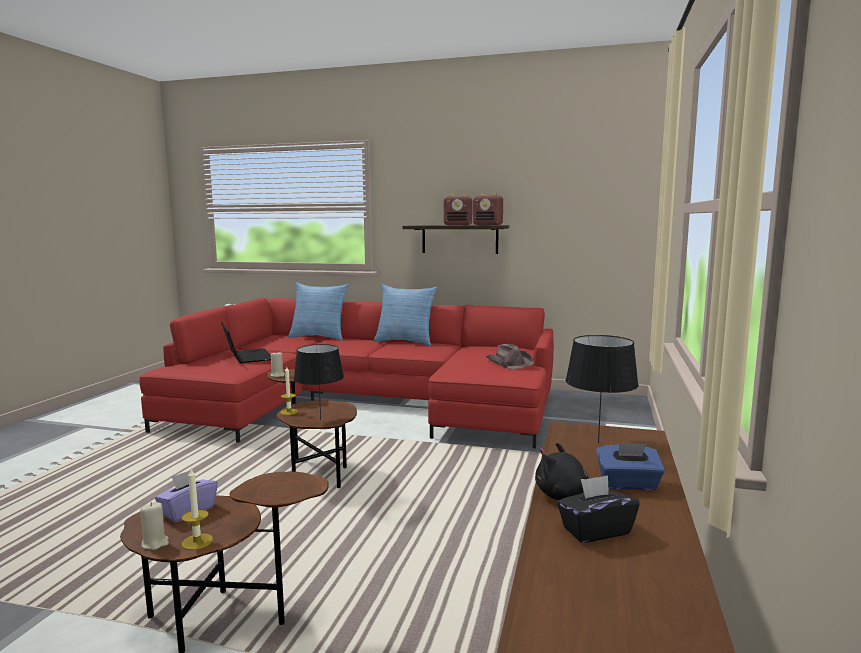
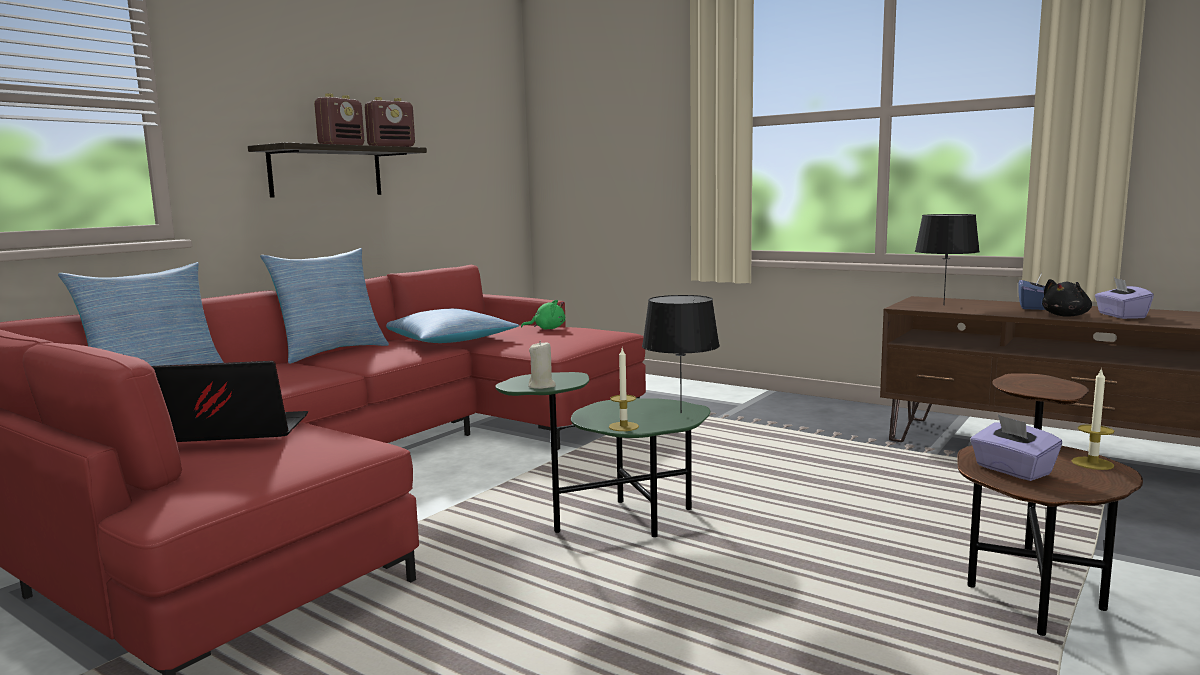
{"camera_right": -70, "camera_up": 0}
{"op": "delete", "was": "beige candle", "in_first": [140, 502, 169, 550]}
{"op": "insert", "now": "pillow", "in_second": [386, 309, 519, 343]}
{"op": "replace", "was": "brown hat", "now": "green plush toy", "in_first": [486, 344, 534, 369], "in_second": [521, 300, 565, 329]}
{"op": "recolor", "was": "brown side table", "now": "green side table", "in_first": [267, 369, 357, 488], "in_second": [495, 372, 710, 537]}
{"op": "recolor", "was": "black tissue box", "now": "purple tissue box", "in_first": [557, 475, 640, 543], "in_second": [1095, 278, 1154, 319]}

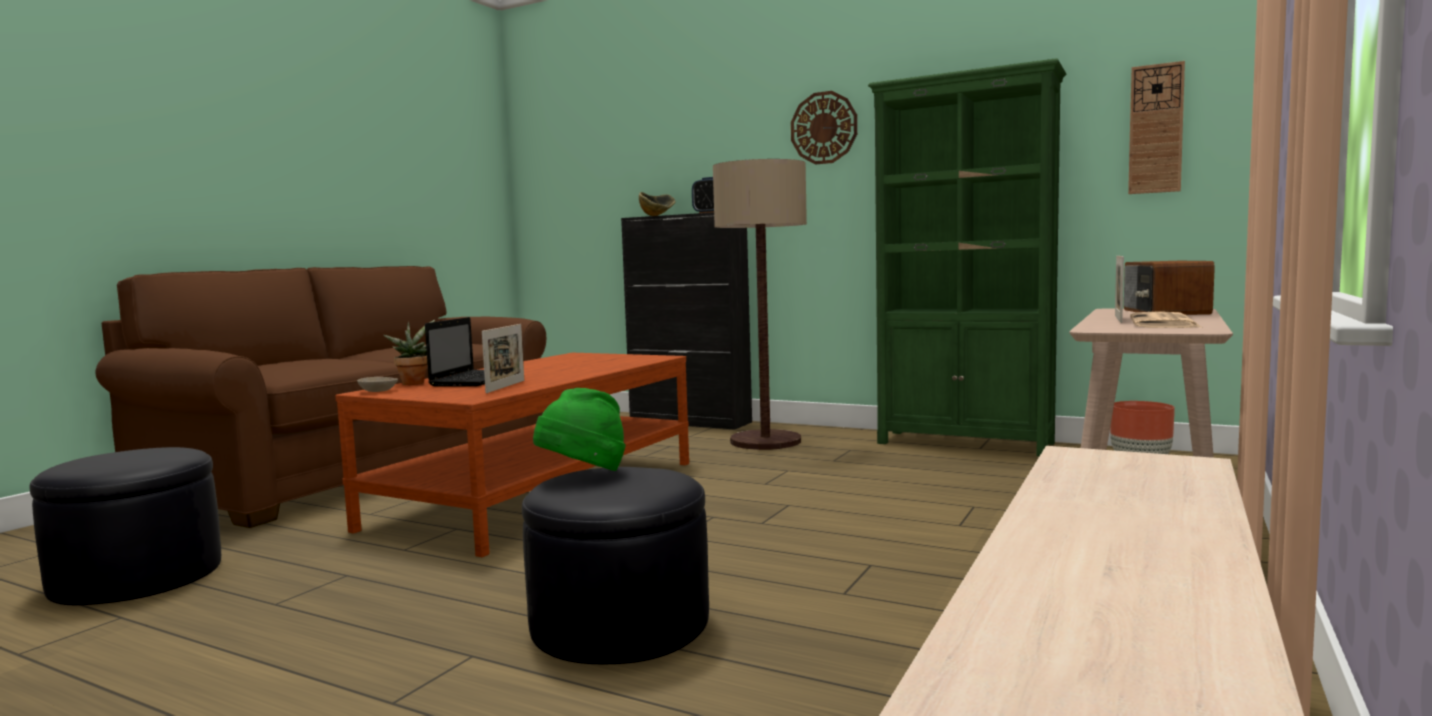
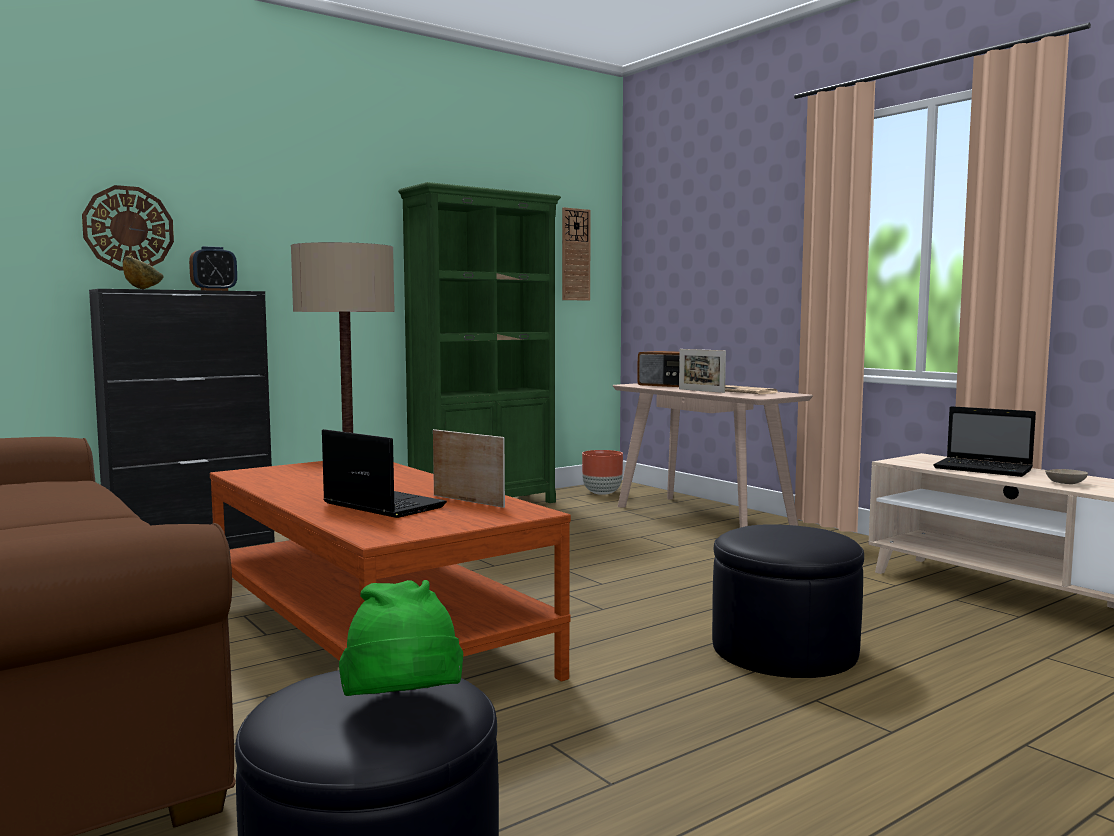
{"camera_right": -65, "camera_up": 0}
{"op": "delete", "was": "potted plant", "in_first": [383, 320, 435, 385]}
{"op": "insert", "now": "laptop", "in_second": [933, 406, 1036, 477]}
{"op": "move", "was": "beige bowl", "in_first": [357, 377, 398, 392], "in_second": [1045, 469, 1088, 484]}
{"op": "move", "was": "green hat", "in_first": [533, 388, 626, 471], "in_second": [339, 580, 463, 696]}
{"op": "move", "was": "wall clock", "in_first": [791, 91, 857, 165], "in_second": [82, 185, 174, 271]}

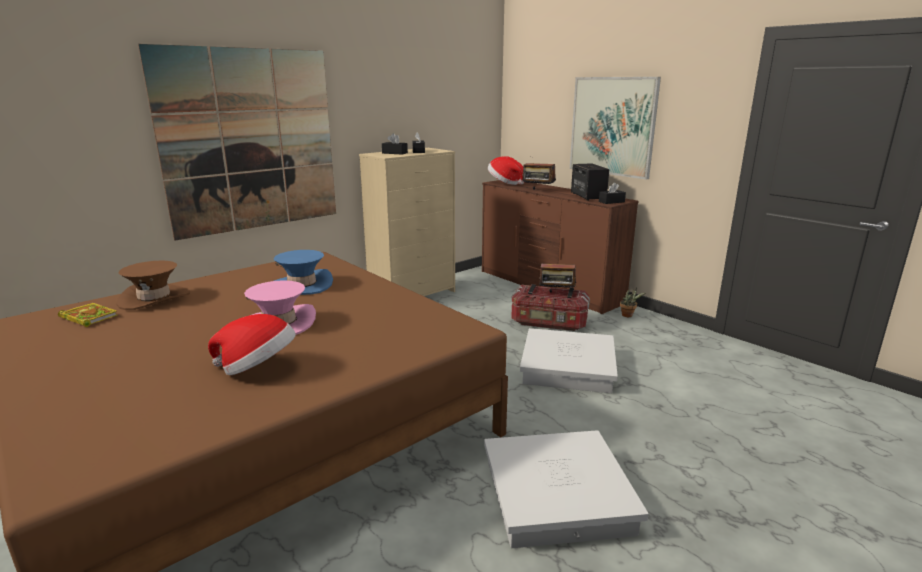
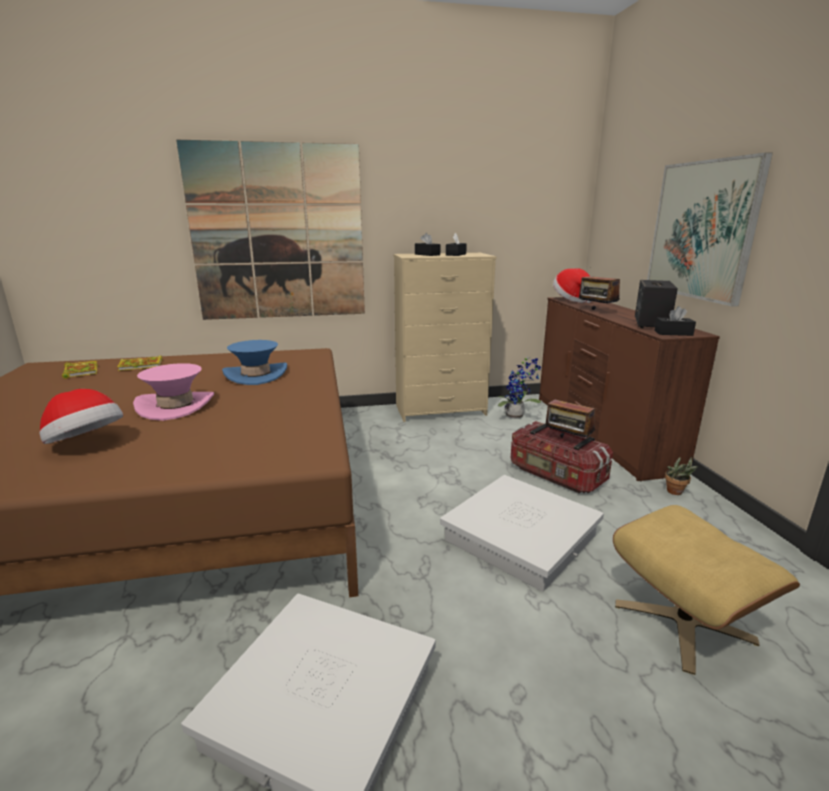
{"camera_right": 30, "camera_up": 0}
{"op": "insert", "now": "potted plant", "in_second": [498, 357, 541, 419]}
{"op": "insert", "now": "beige ottoman", "in_second": [613, 505, 800, 675]}
{"op": "replace", "was": "brown hat", "now": "book", "in_first": [116, 261, 190, 310], "in_second": [118, 356, 162, 371]}

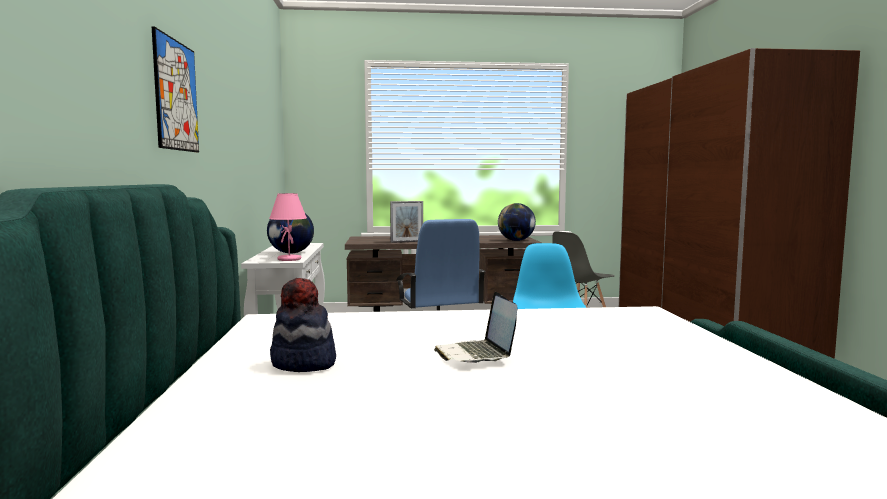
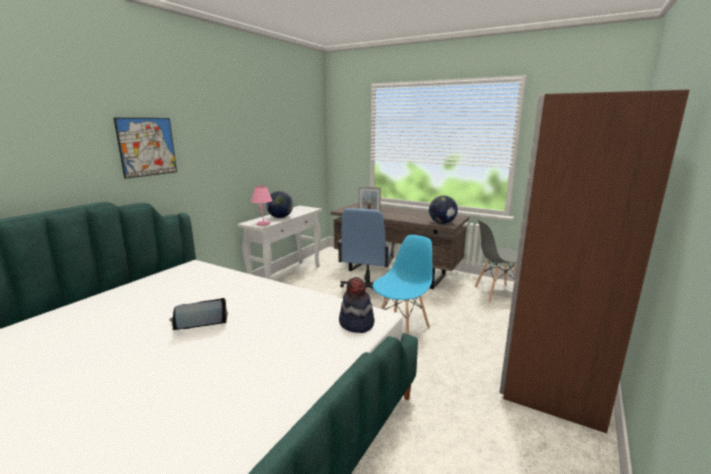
{"camera_right": 35, "camera_up": 10}
{"op": "move", "was": "hat", "in_first": [270, 278, 336, 372], "in_second": [339, 277, 374, 333]}
{"op": "rotate", "was": "laptop", "in_first": [434, 292, 518, 363], "in_second": [169, 298, 228, 330], "clockwise": 45}

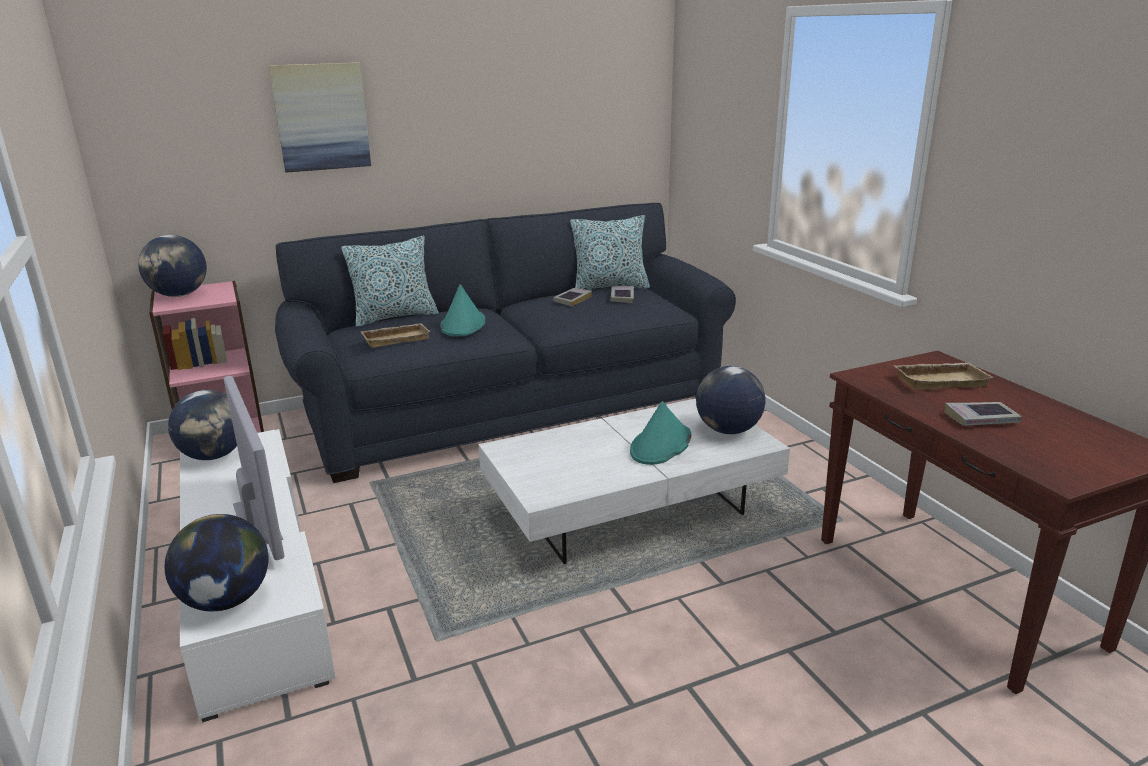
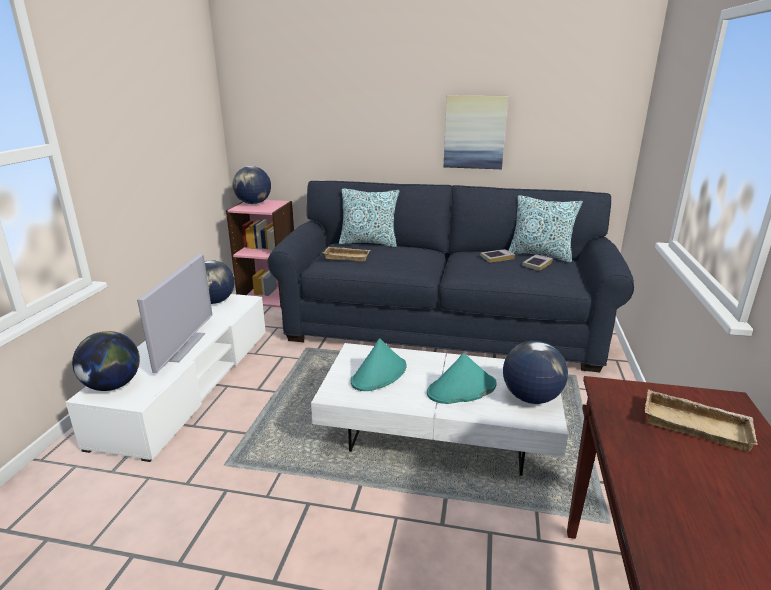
{"camera_right": 35, "camera_up": 0}
{"op": "delete", "was": "book", "in_first": [944, 402, 1022, 426]}
{"op": "move", "was": "picture", "in_first": [269, 62, 371, 173], "in_second": [444, 95, 508, 169]}
{"op": "move", "was": "turquoise hat", "in_first": [440, 284, 485, 336], "in_second": [351, 338, 407, 391]}

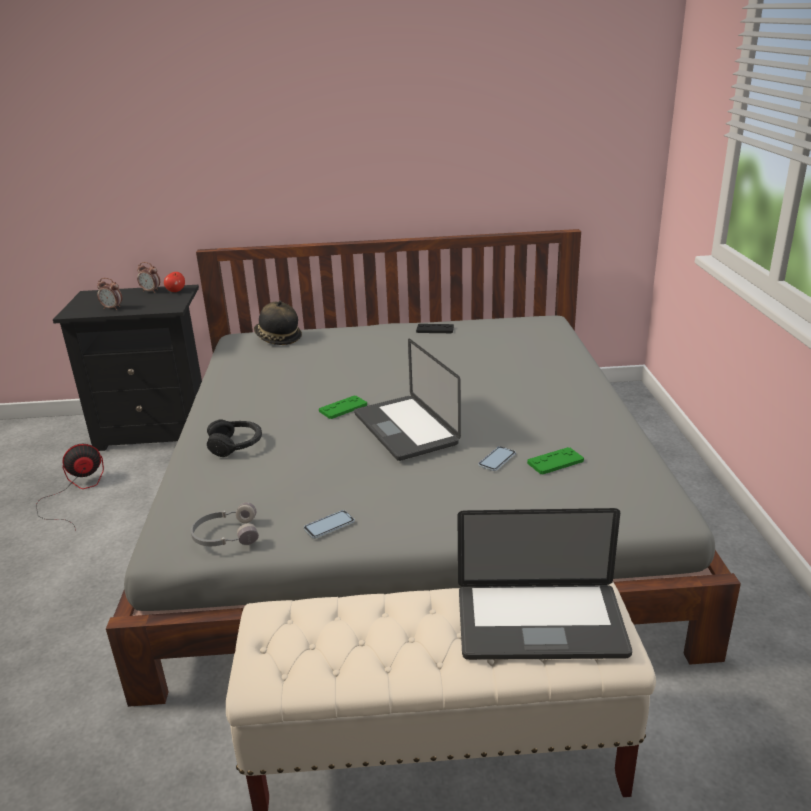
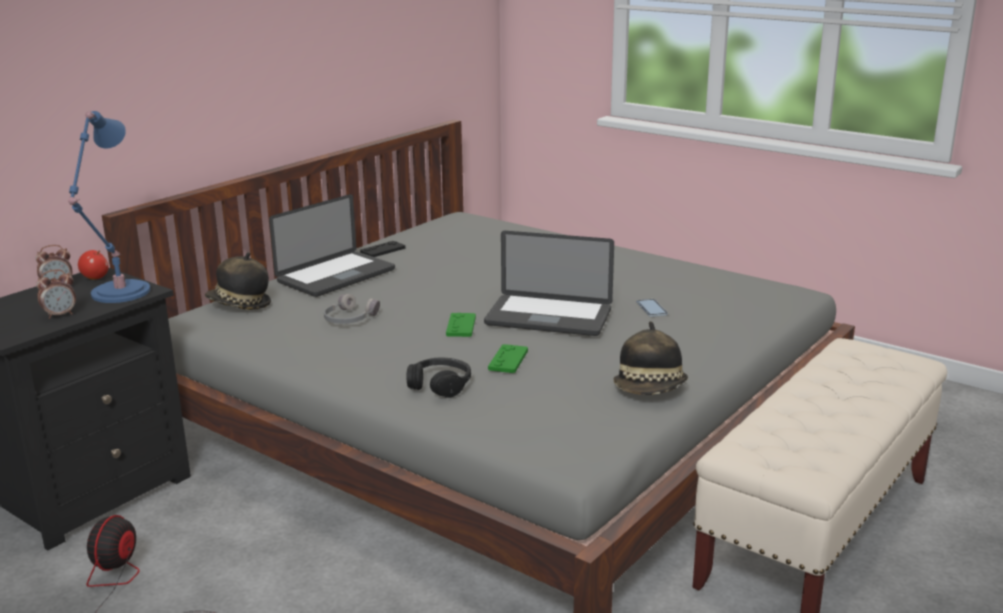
{"camera_right": -50, "camera_up": -5}
{"op": "insert", "now": "blue table lamp", "in_second": [68, 111, 150, 303]}
{"op": "move", "was": "grey headphones", "in_first": [191, 502, 259, 546], "in_second": [324, 294, 380, 324]}
{"op": "move", "was": "laptop", "in_first": [457, 508, 632, 660], "in_second": [269, 194, 395, 297]}
{"op": "move", "was": "green game controller", "in_first": [527, 447, 584, 475], "in_second": [488, 344, 528, 373]}
{"op": "replace", "was": "phone", "now": "hat", "in_first": [304, 510, 355, 539], "in_second": [614, 321, 688, 395]}

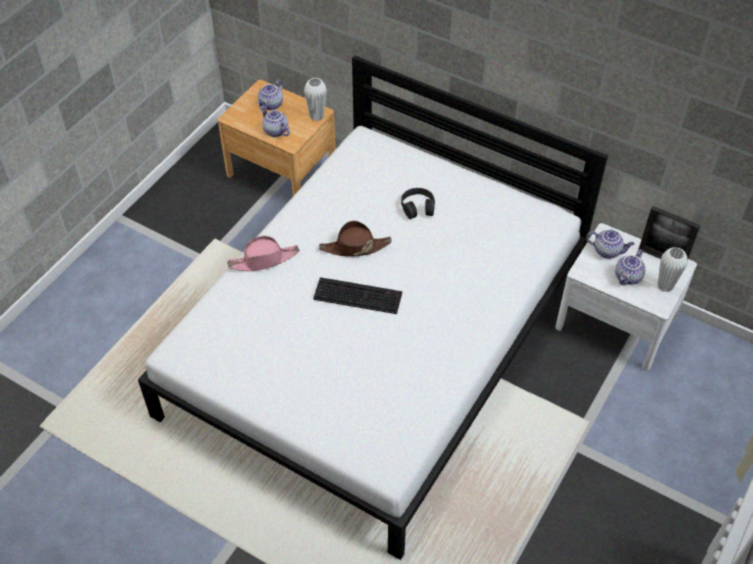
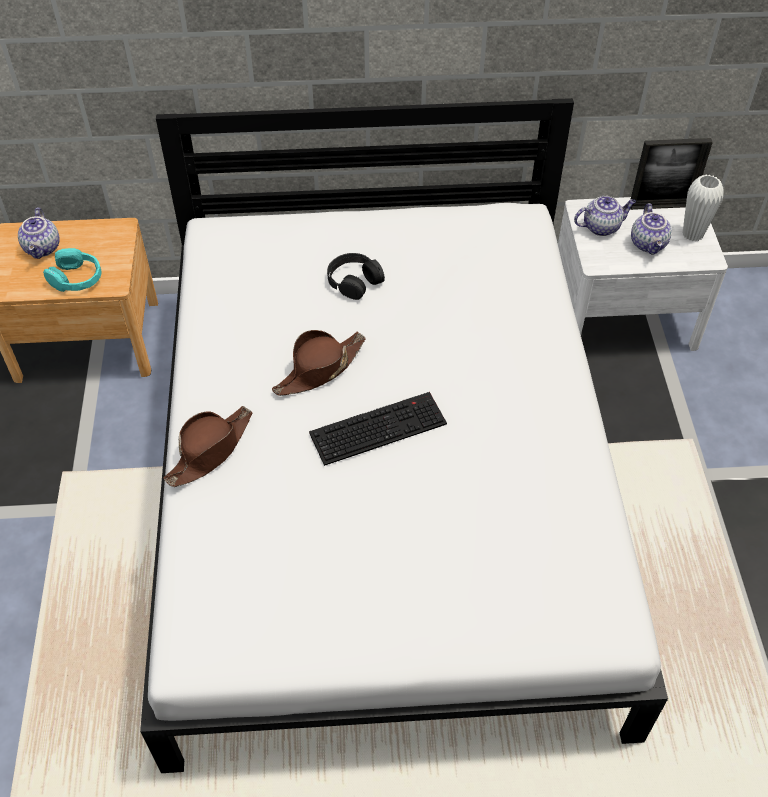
{"camera_right": -35, "camera_up": 0}
{"op": "delete", "was": "white vase", "in_first": [304, 78, 327, 121]}
{"op": "replace", "was": "teapot", "now": "turquoise headphones", "in_first": [260, 106, 290, 137], "in_second": [43, 248, 102, 292]}
{"op": "recolor", "was": "pink hat", "now": "brown hat", "in_first": [227, 236, 300, 271], "in_second": [163, 406, 252, 487]}

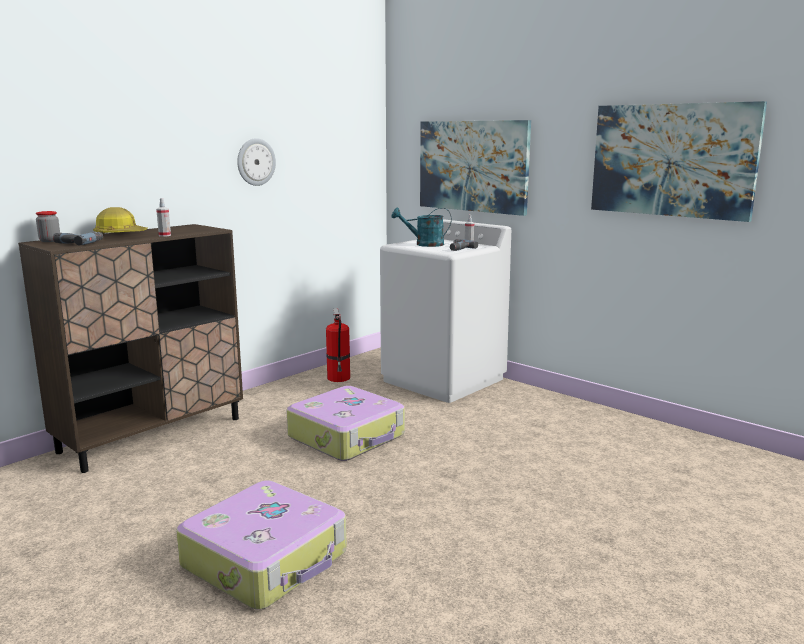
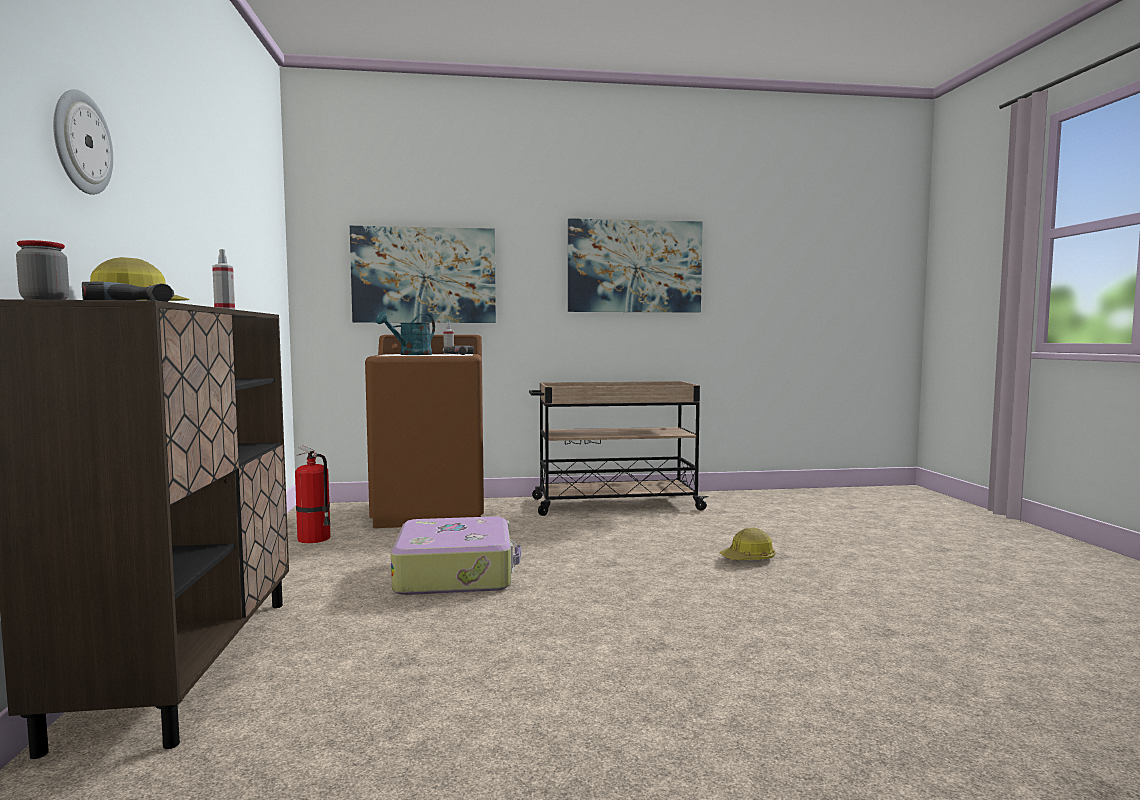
{"camera_right": -50, "camera_up": -10}
{"op": "delete", "was": "suitcase", "in_first": [176, 480, 347, 610]}
{"op": "insert", "now": "beige cart", "in_second": [529, 381, 709, 516]}
{"op": "insert", "now": "hard hat", "in_second": [720, 528, 776, 560]}
{"op": "move", "was": "wall clock", "in_first": [237, 138, 276, 186], "in_second": [53, 89, 113, 195]}
{"op": "recolor", "was": "white washing machine", "now": "brown washing machine", "in_first": [380, 219, 511, 403], "in_second": [365, 335, 484, 528]}

